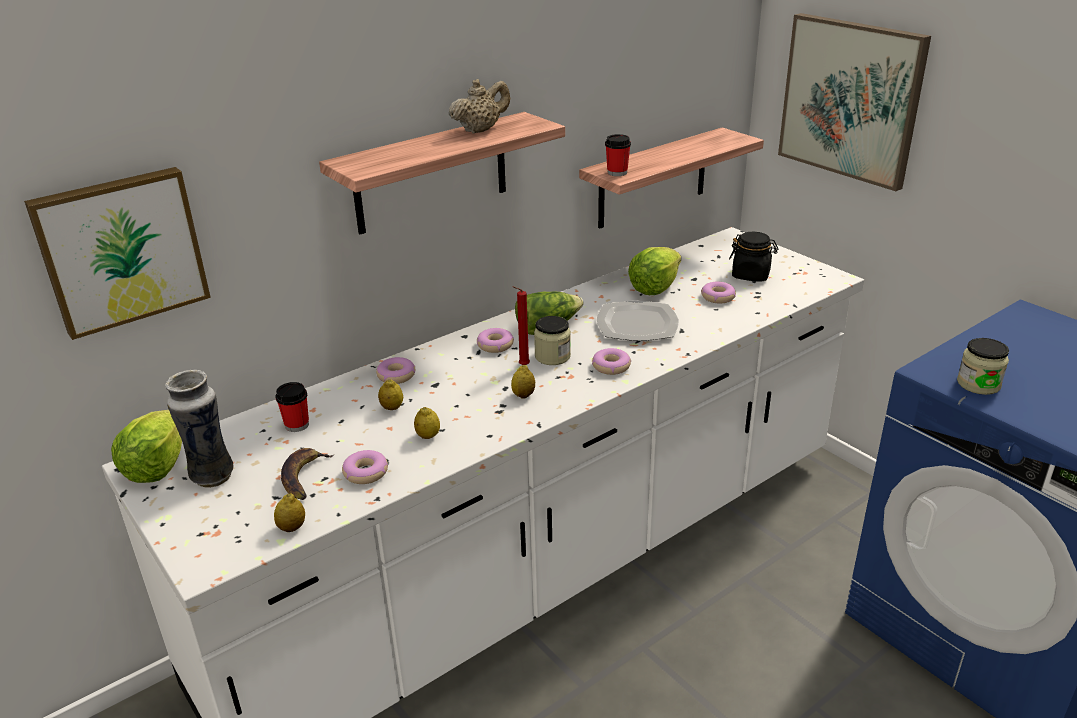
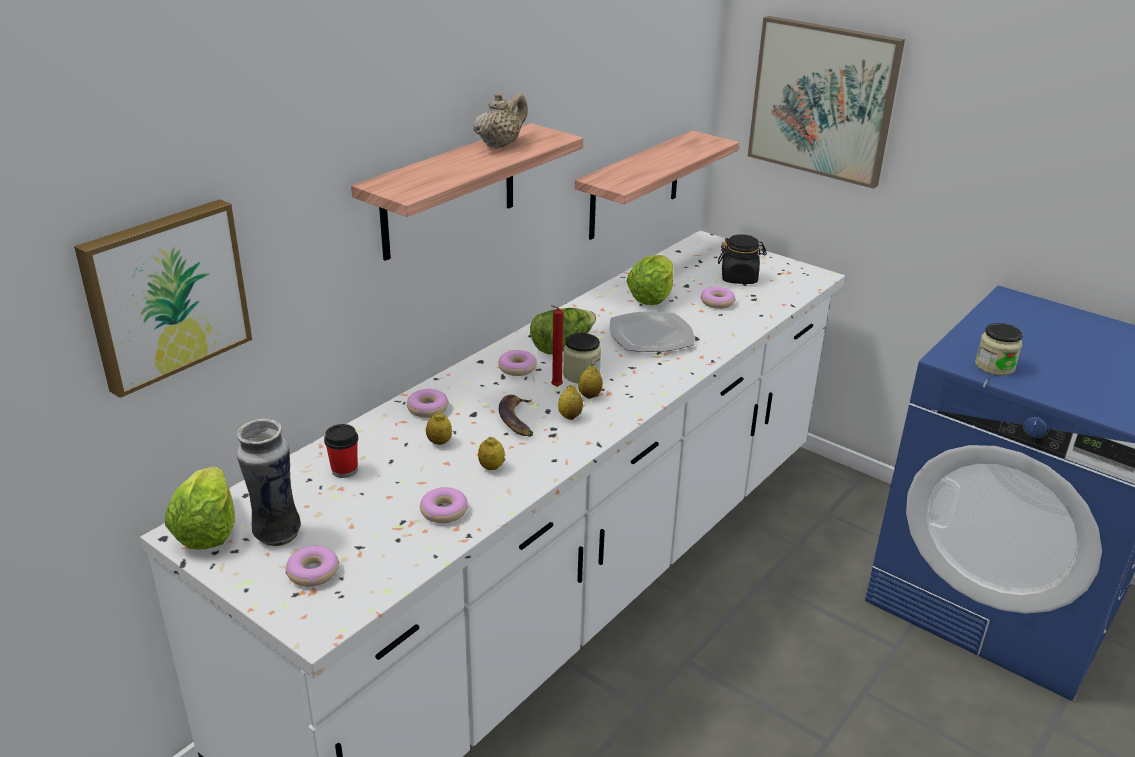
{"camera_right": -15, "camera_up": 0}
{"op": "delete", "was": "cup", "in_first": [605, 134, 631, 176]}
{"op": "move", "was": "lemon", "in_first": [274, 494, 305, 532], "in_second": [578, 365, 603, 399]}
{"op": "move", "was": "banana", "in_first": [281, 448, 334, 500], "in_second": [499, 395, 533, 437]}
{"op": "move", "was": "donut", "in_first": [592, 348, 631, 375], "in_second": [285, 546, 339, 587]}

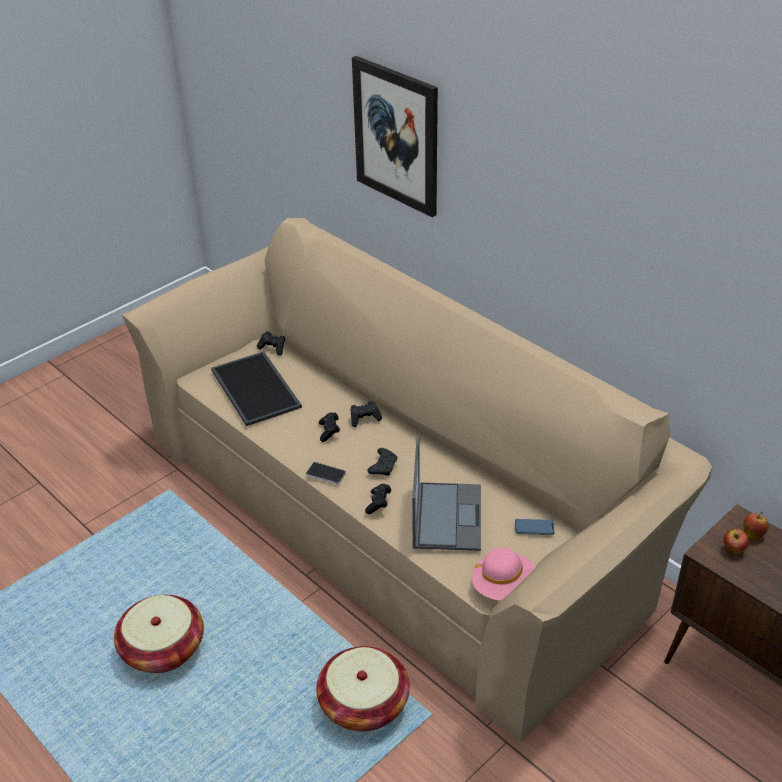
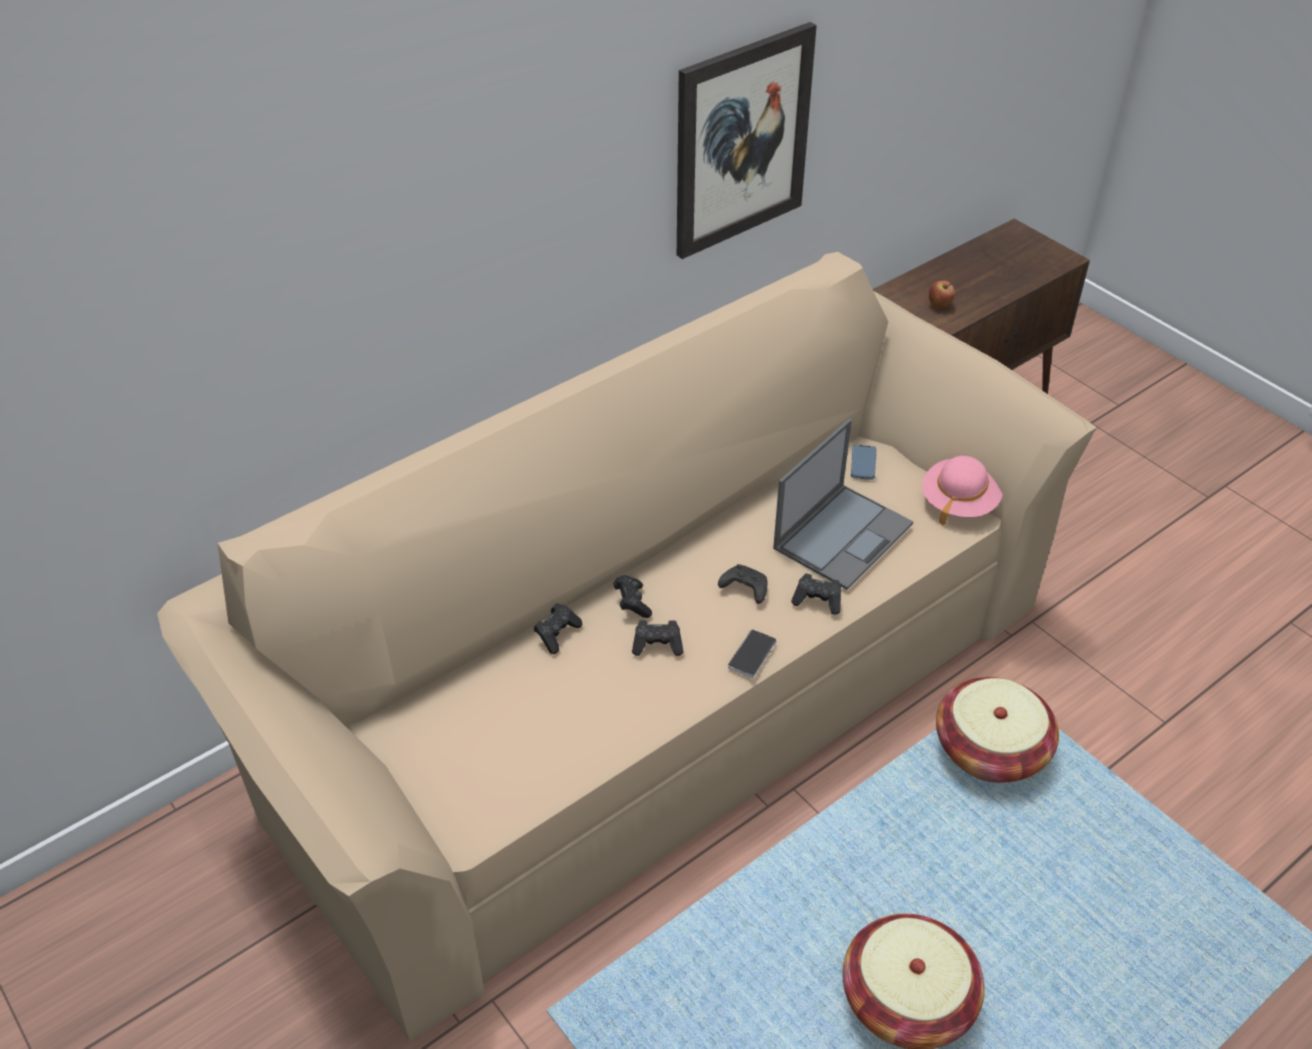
{"camera_right": -85, "camera_up": 5}
{"op": "delete", "was": "tray", "in_first": [211, 351, 302, 426]}
{"op": "delete", "was": "apple", "in_first": [743, 512, 768, 539]}
{"op": "move", "was": "black game controller", "in_first": [257, 331, 286, 355], "in_second": [534, 603, 582, 654]}
{"op": "move", "was": "picture", "in_first": [352, 56, 438, 217], "in_second": [677, 22, 817, 259]}
{"op": "rotate", "was": "laptop", "in_first": [412, 435, 481, 551], "in_second": [773, 419, 913, 590], "clockwise": 120}

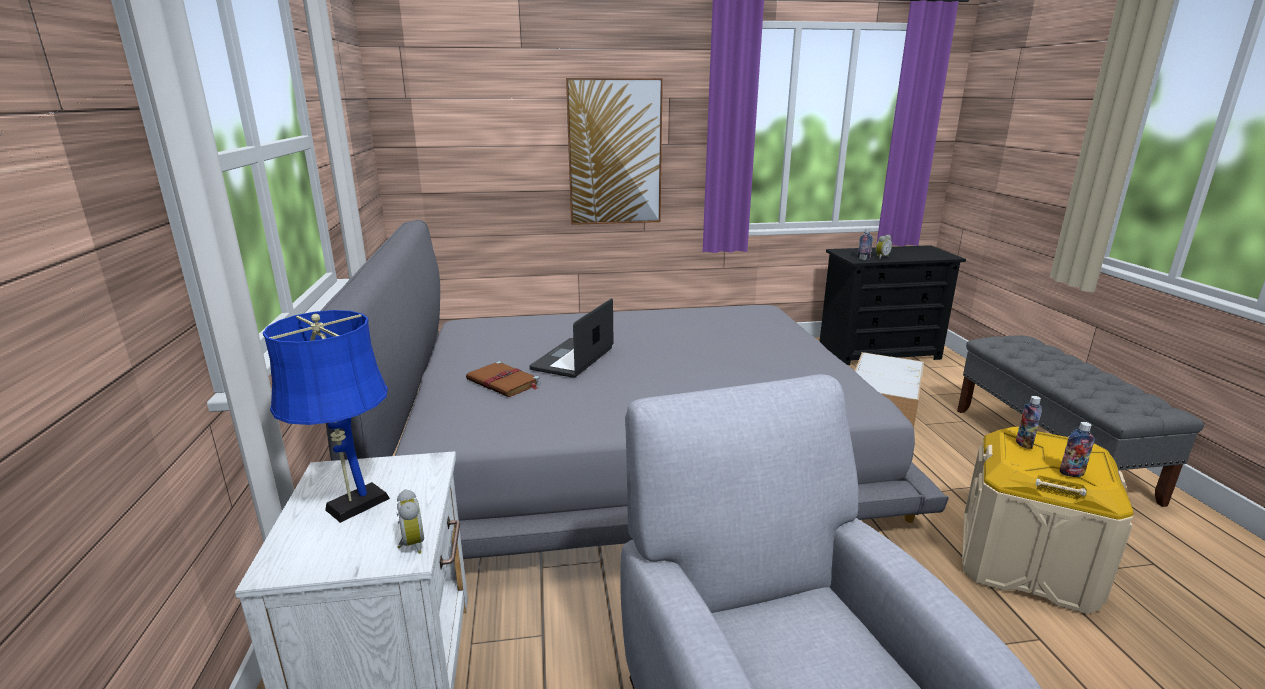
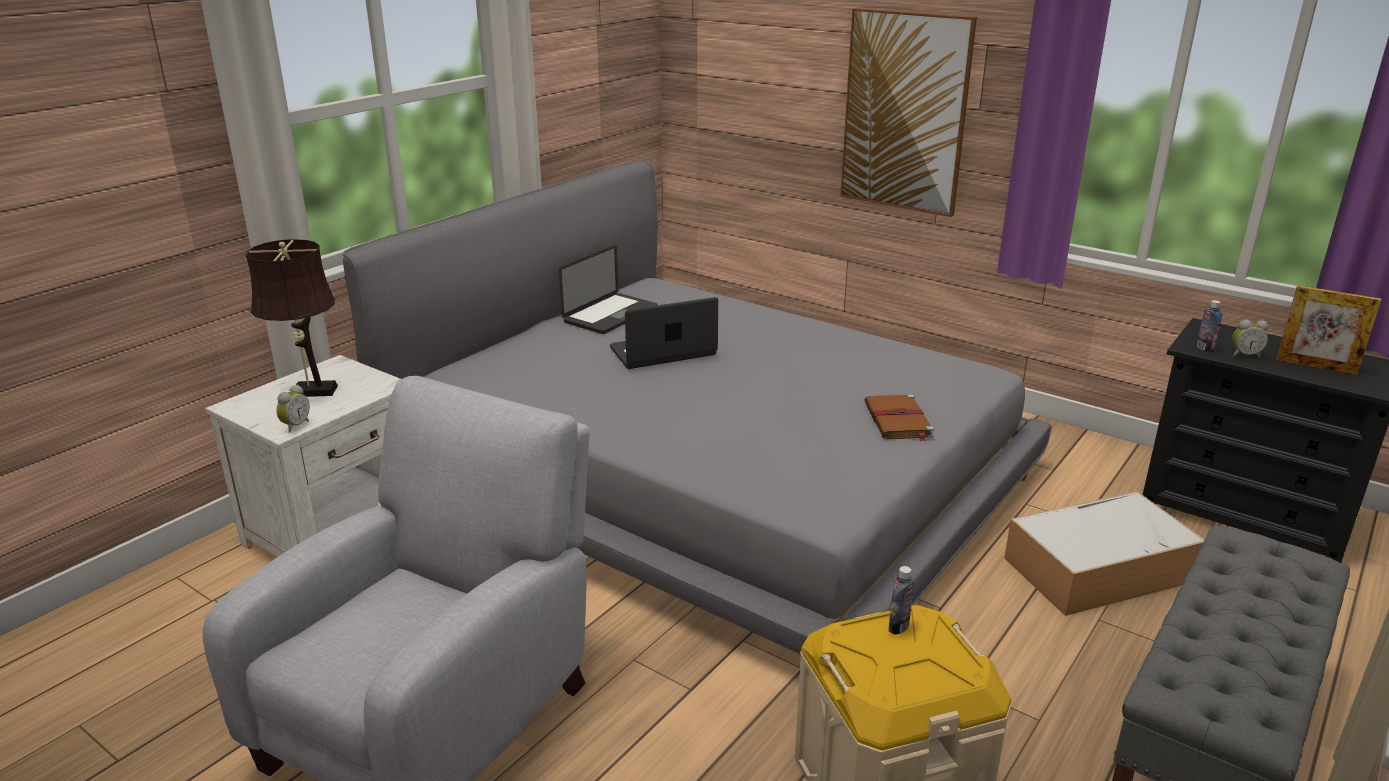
{"camera_right": 45, "camera_up": 5}
{"op": "delete", "was": "bottle", "in_first": [1060, 422, 1095, 477]}
{"op": "insert", "now": "laptop", "in_second": [559, 245, 657, 334]}
{"op": "insert", "now": "picture frame", "in_second": [1276, 285, 1381, 375]}
{"op": "move", "was": "brown book", "in_first": [466, 361, 540, 397], "in_second": [864, 394, 934, 441]}
{"op": "recolor", "was": "blue table lamp", "now": "brown table lamp", "in_first": [263, 310, 390, 523], "in_second": [246, 239, 338, 397]}

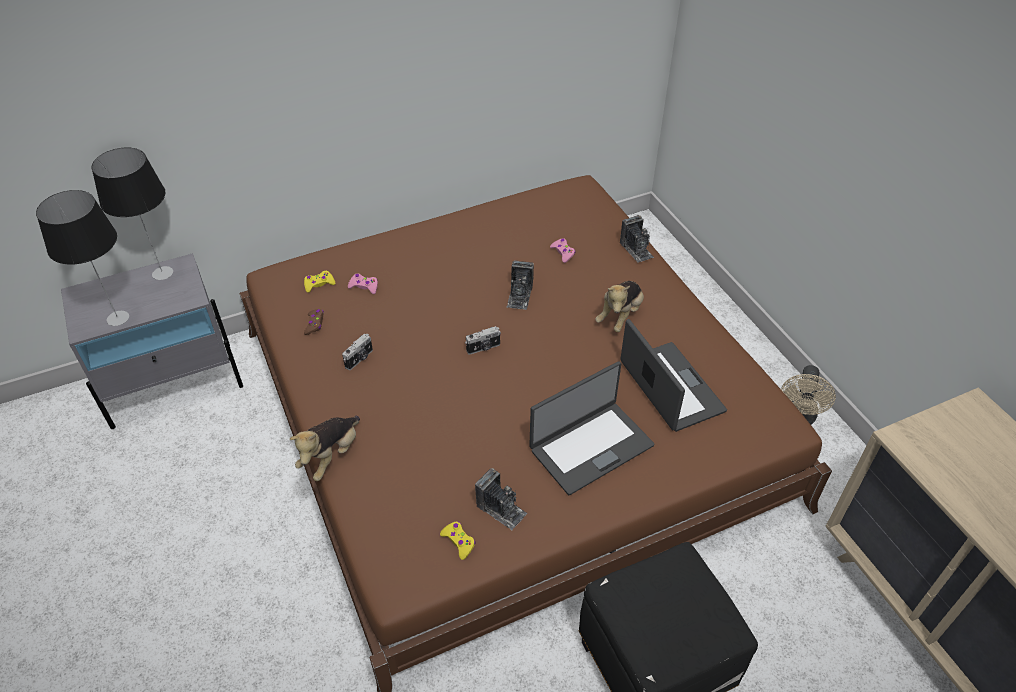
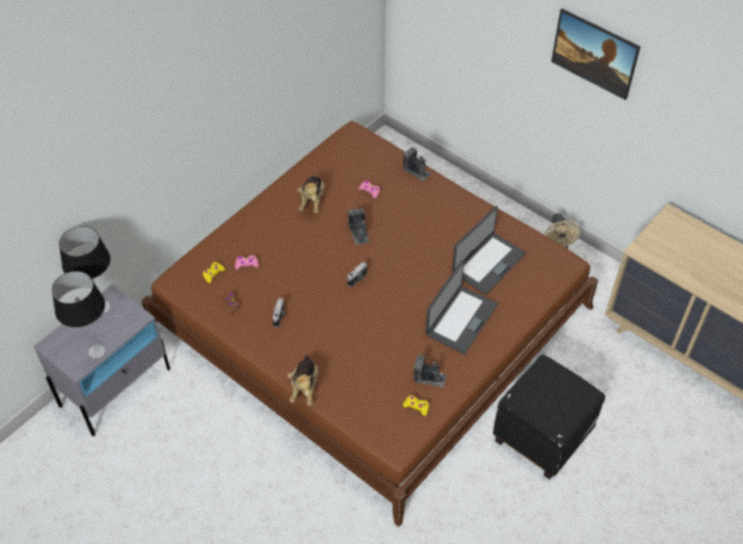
{"camera_right": -25, "camera_up": 5}
{"op": "insert", "now": "picture", "in_second": [551, 9, 640, 100]}
{"op": "move", "was": "plush toy", "in_first": [595, 281, 644, 332], "in_second": [298, 176, 325, 213]}
{"op": "rotate", "was": "laptop", "in_first": [620, 319, 727, 432], "in_second": [452, 206, 526, 295], "clockwise": 90}

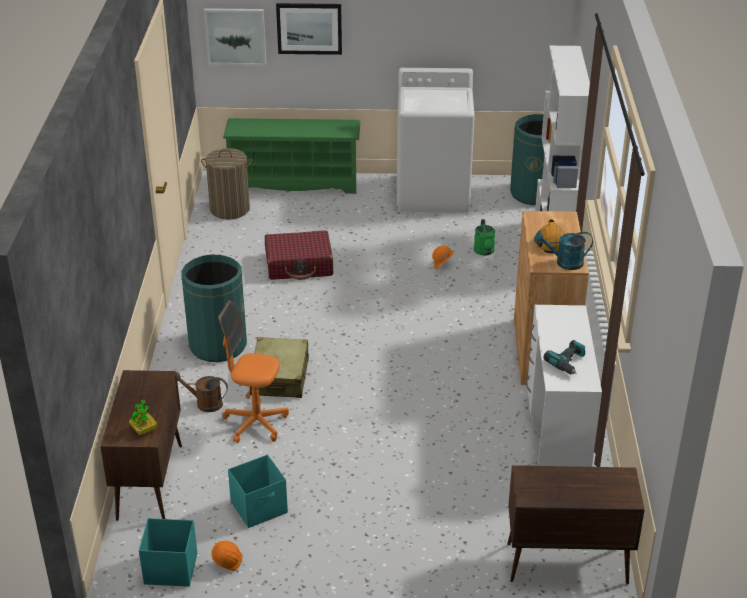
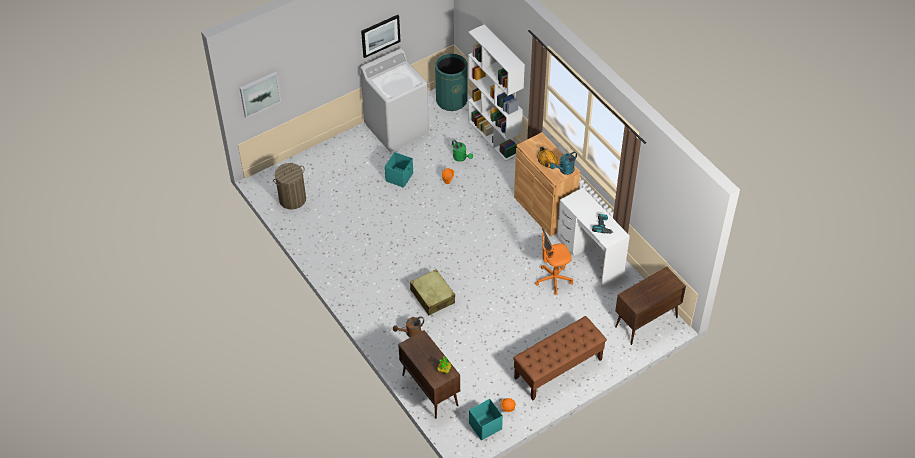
{"camera_right": -35, "camera_up": 15}
{"op": "delete", "was": "green trash can", "in_first": [182, 255, 247, 362]}
{"op": "delete", "was": "green shoe rack", "in_first": [223, 118, 360, 194]}
{"op": "delete", "was": "red suitcase", "in_first": [265, 230, 333, 280]}
{"op": "insert", "now": "brown bench", "in_second": [513, 316, 607, 400]}
{"op": "move", "was": "orange office chair", "in_first": [219, 300, 289, 443], "in_second": [535, 228, 573, 295]}
{"op": "move", "was": "turquoise storage box", "in_first": [228, 455, 288, 528], "in_second": [385, 152, 413, 188]}
{"op": "move", "was": "picture", "in_first": [276, 3, 342, 55], "in_second": [361, 15, 400, 58]}

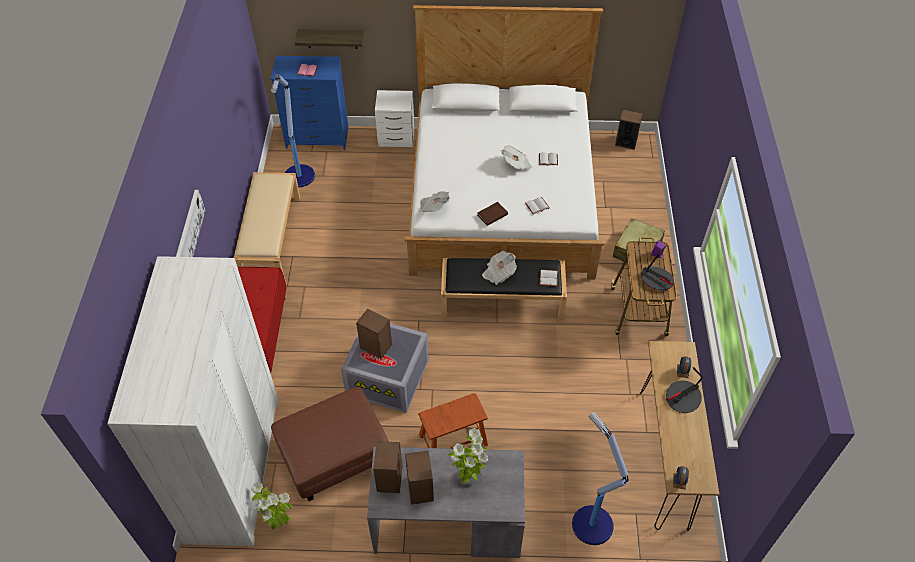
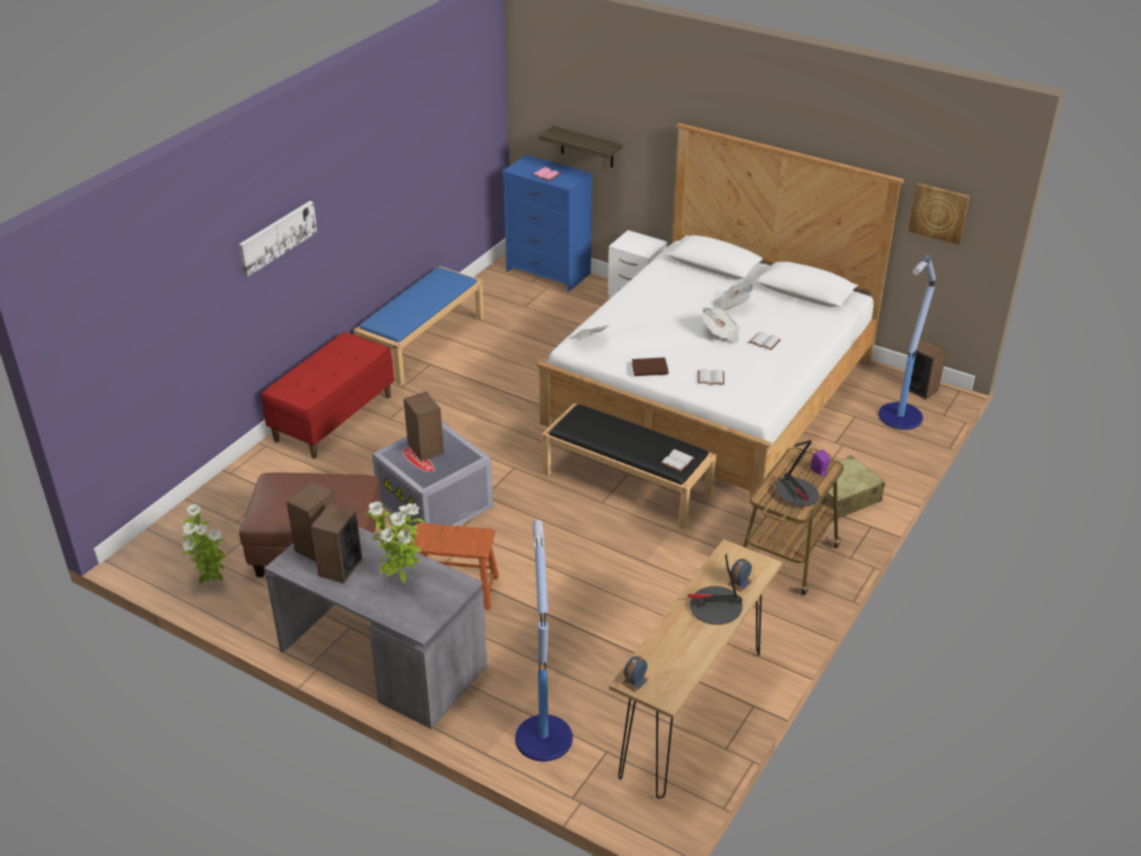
{"camera_right": 30, "camera_up": -15}
{"op": "delete", "was": "white wardrobe", "in_first": [107, 256, 279, 546]}
{"op": "insert", "now": "picture", "in_second": [908, 183, 970, 245]}
{"op": "move", "was": "floor lamp", "in_first": [271, 74, 315, 187], "in_second": [878, 255, 936, 430]}
{"op": "move", "was": "newspaper", "in_first": [482, 251, 517, 285], "in_second": [711, 282, 755, 310]}
{"op": "recolor", "was": "beige bench", "now": "blue bench", "in_first": [234, 172, 300, 279], "in_second": [353, 266, 484, 385]}

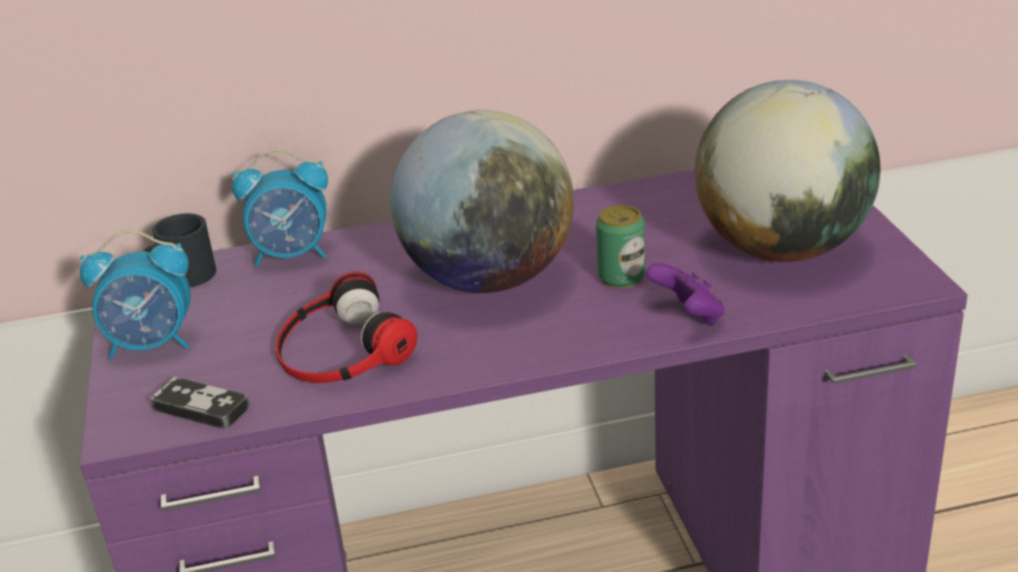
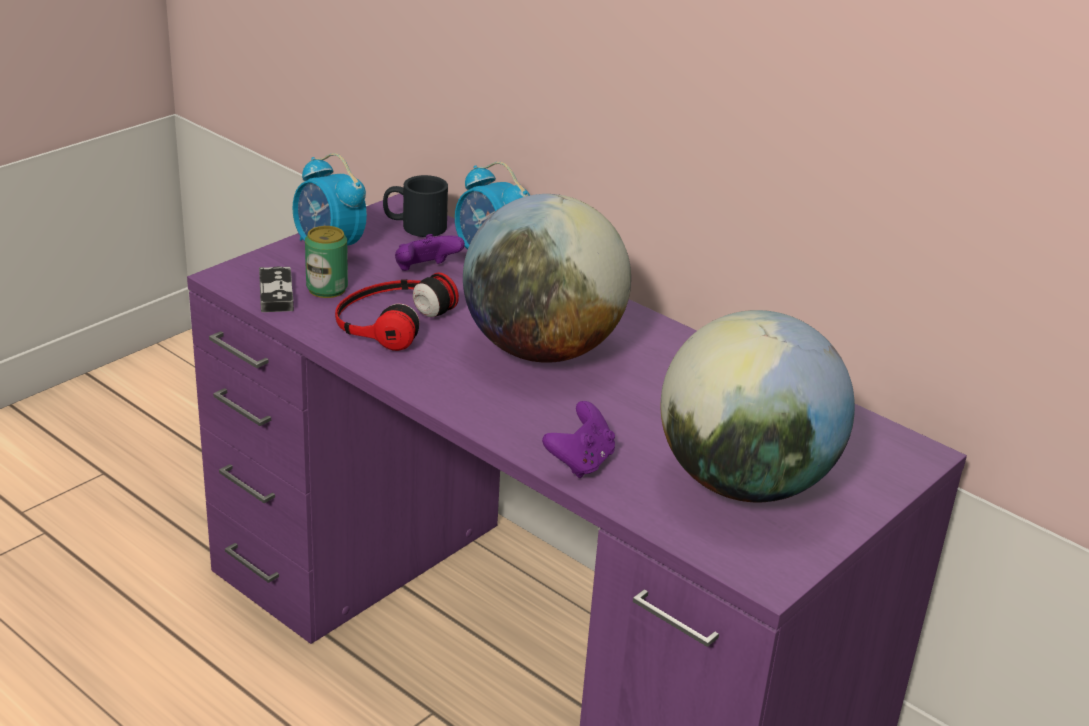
{"camera_right": 50, "camera_up": 0}
{"op": "insert", "now": "purple game controller", "in_second": [395, 234, 465, 271]}
{"op": "move", "was": "can", "in_first": [596, 205, 645, 288], "in_second": [305, 226, 348, 298]}

